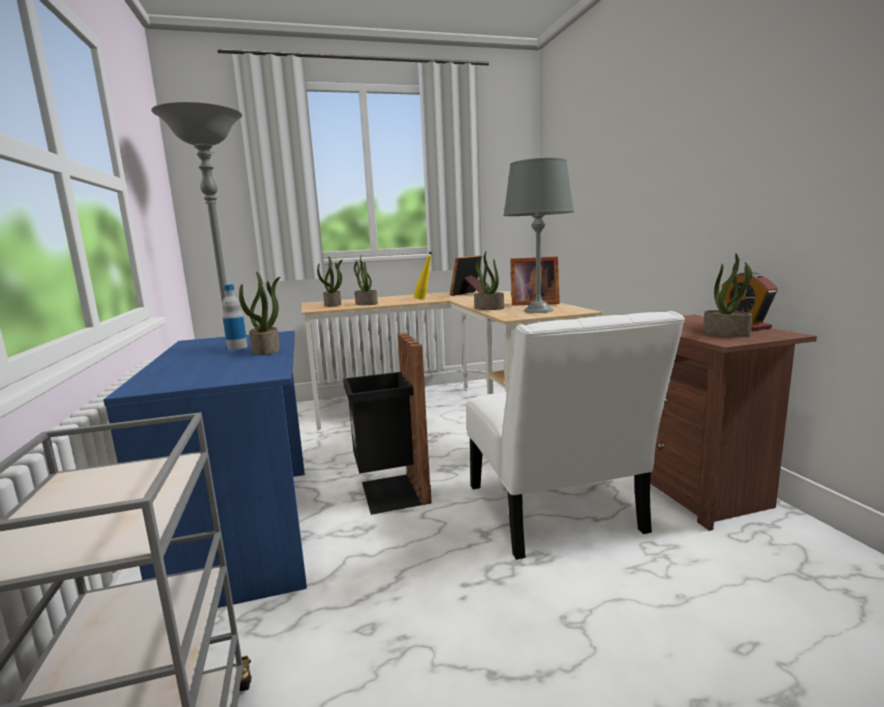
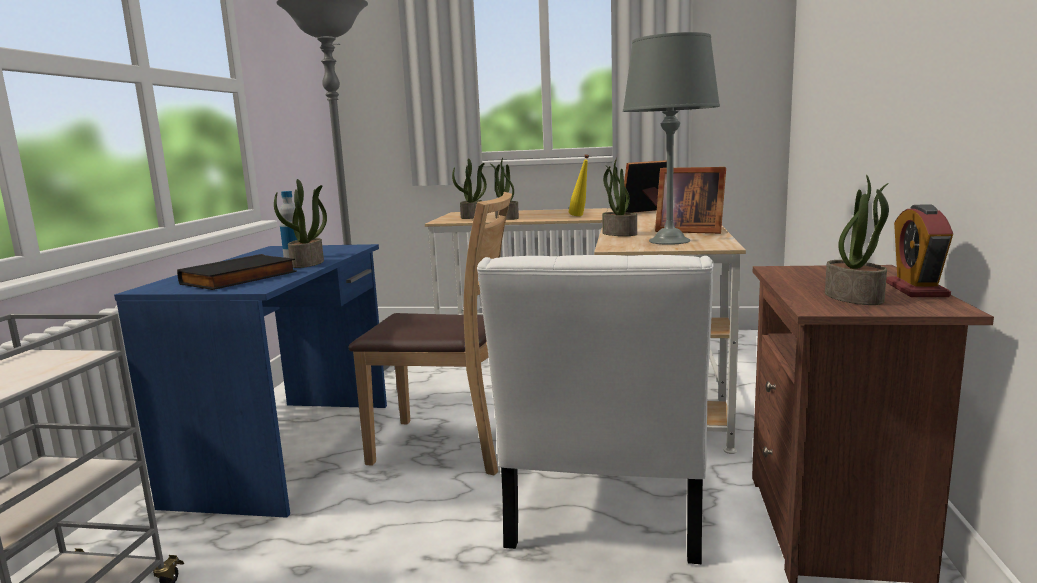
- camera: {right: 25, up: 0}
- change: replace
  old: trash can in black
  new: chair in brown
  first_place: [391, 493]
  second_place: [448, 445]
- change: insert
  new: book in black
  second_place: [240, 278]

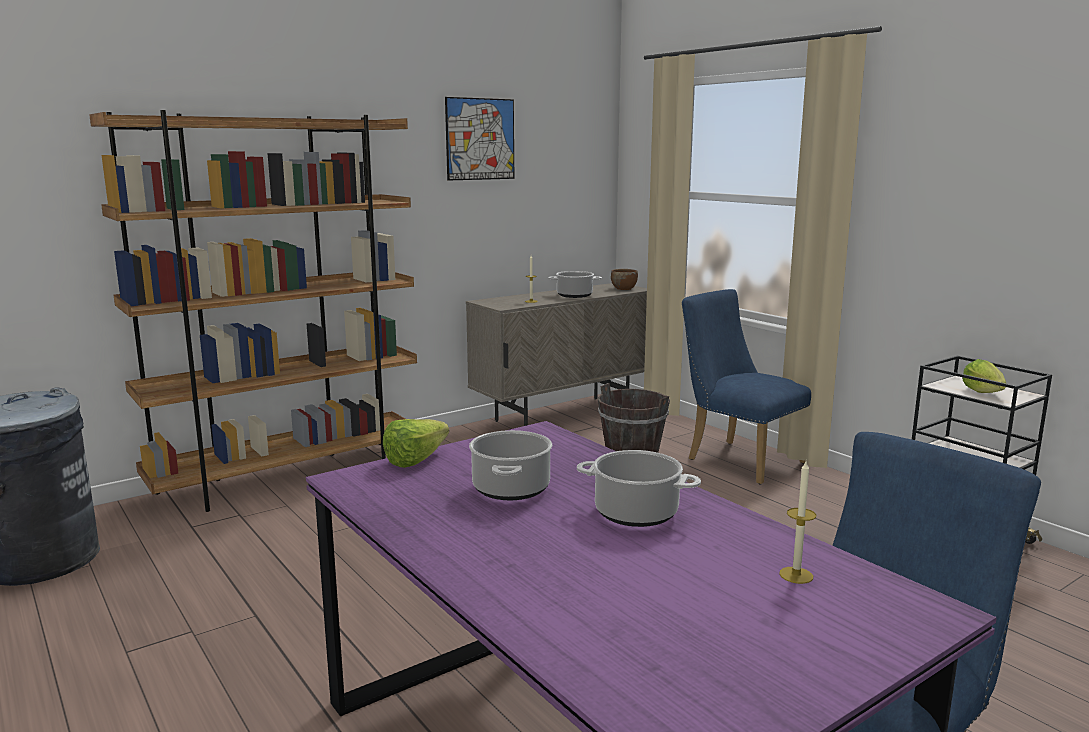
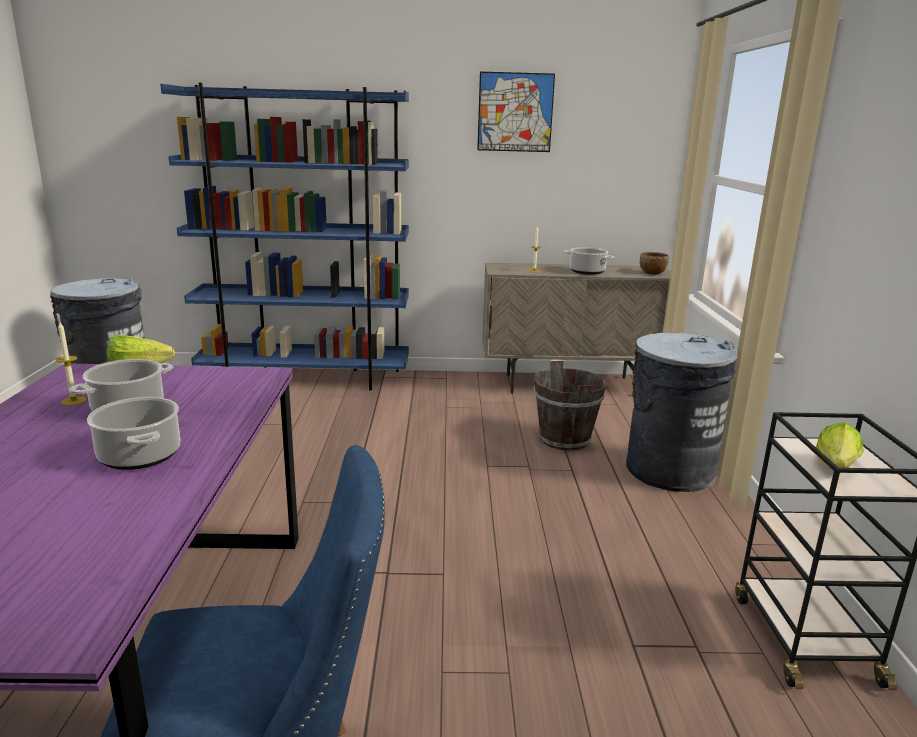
- camera: {right: 35, up: 5}
- change: recolor
  old: bookcase in brown
  new: bookcase in blue
  first_place: [289, 477]
  second_place: [306, 378]
- change: replace
  old: chair in blue
  new: trash can in grey
  first_place: [738, 459]
  second_place: [669, 470]
- change: move
  old: candle
  first_place: [796, 575]
  second_place: [74, 401]

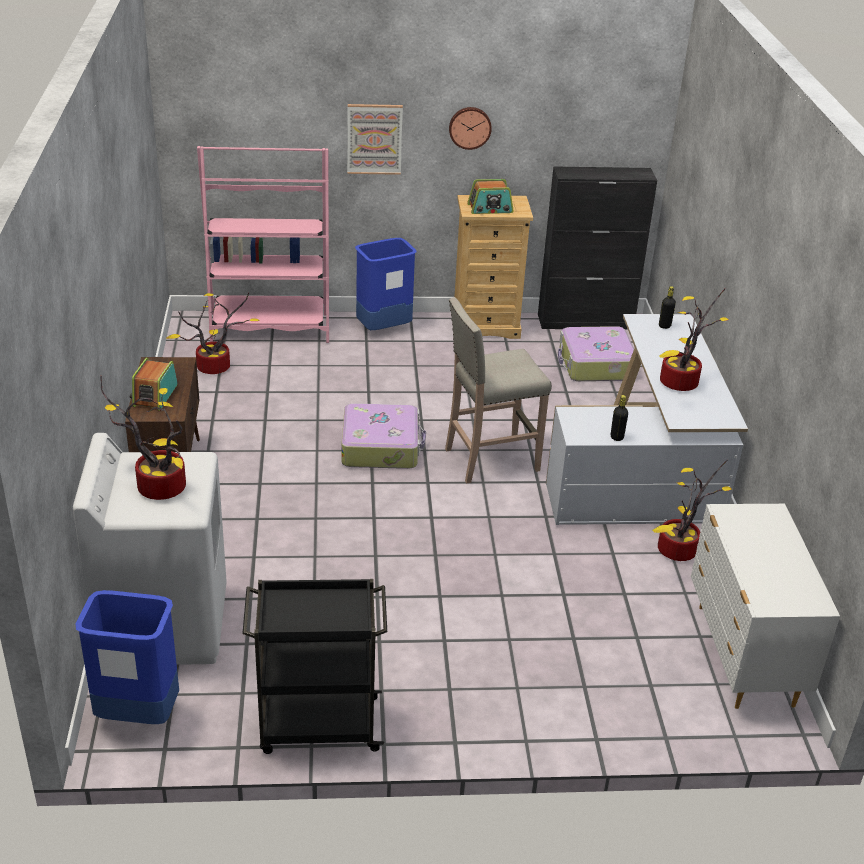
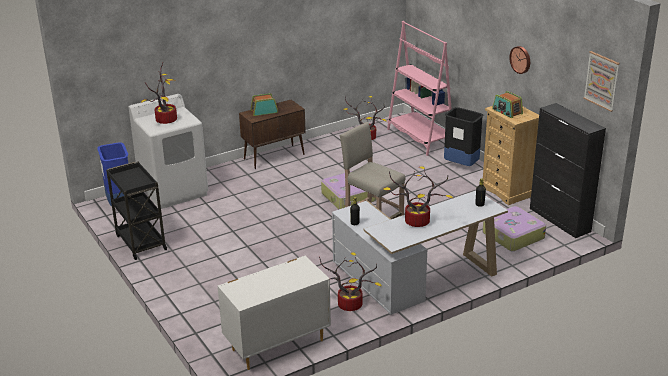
- camera: {right: 65, up: -5}
- change: move
  old: picture
  first_place: [374, 139]
  second_place: [602, 81]
- change: recolor
  old: trash can in blue
  new: trash can in black
  first_place: [383, 329]
  second_place: [461, 165]

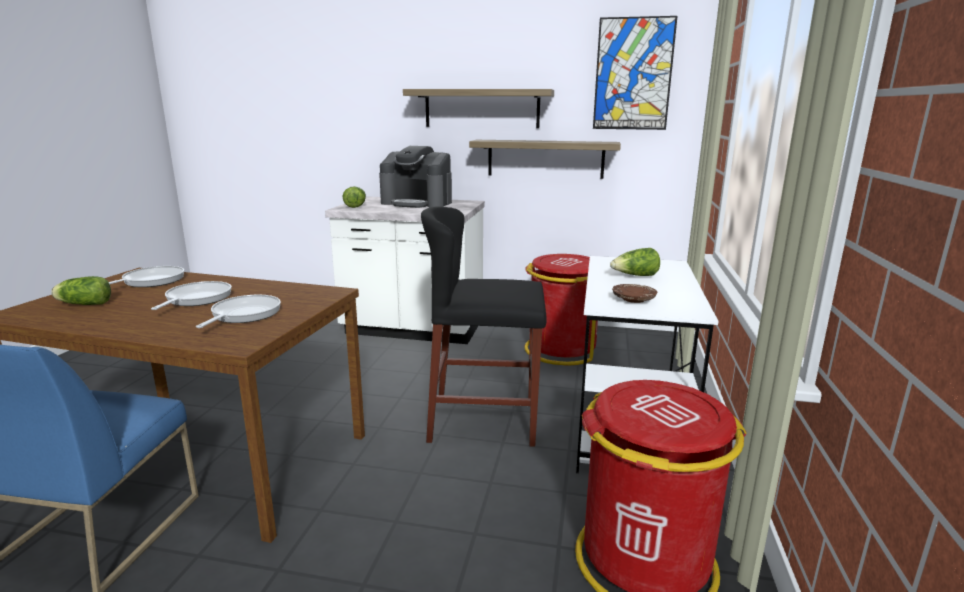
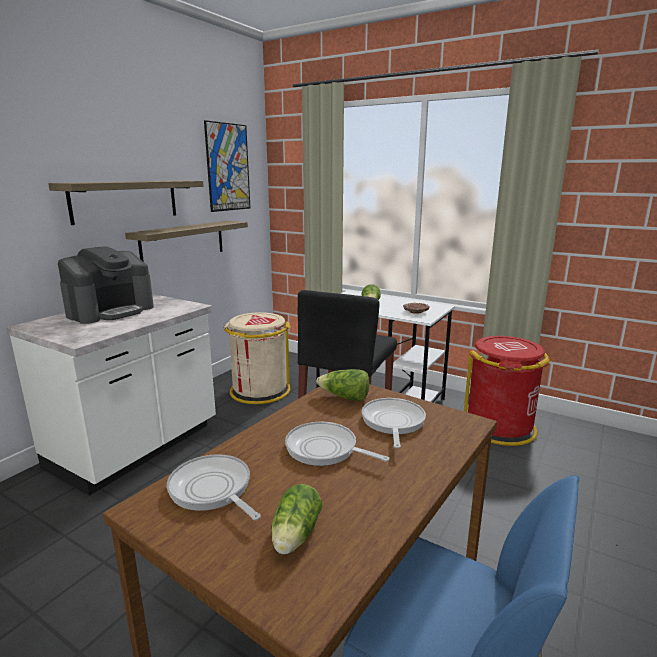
- camera: {right: -70, up: 0}
- change: move
  old: lettuce
  first_place: [355, 206]
  second_place: [345, 397]
- change: recolor
  old: trash can in red
  new: trash can in beige
  first_place: [560, 350]
  second_place: [259, 391]
- change: rotate
  old: frying pan
  first_place: [243, 315]
  second_place: [392, 422]
  degrees: 60

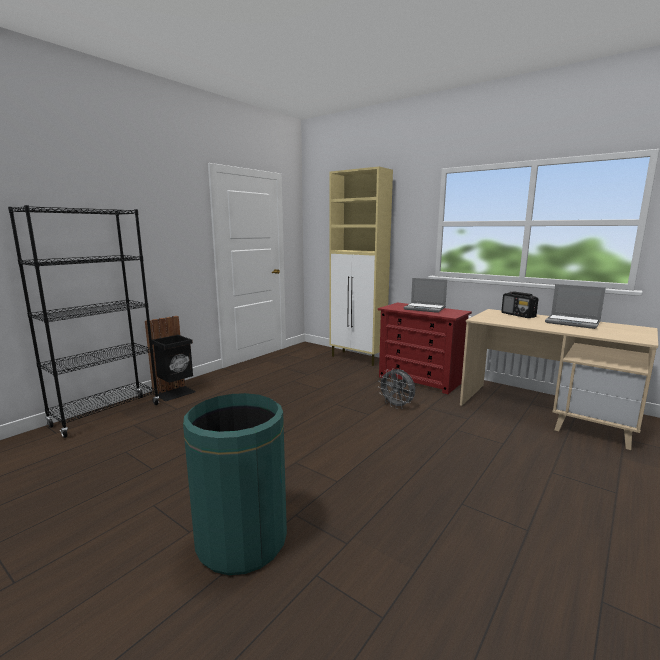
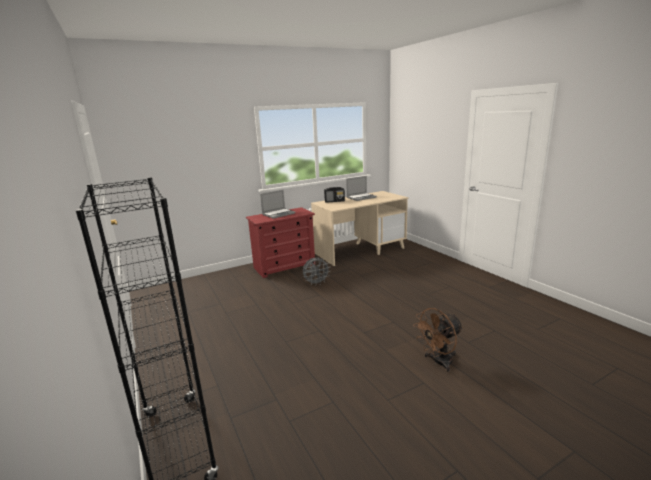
- camera: {right: -65, up: 5}
- change: delete
  old: cabinet in beige
  first_place: [358, 358]
- change: delete
  old: trash can in black
  first_place: [175, 393]
- change: replace
  old: trash can in green
  new: fan in brown
  first_place: [242, 541]
  second_place: [438, 362]

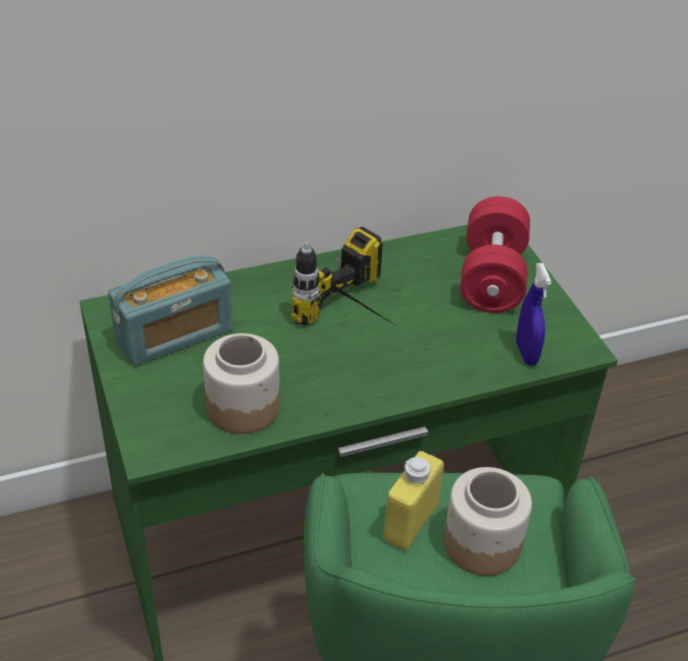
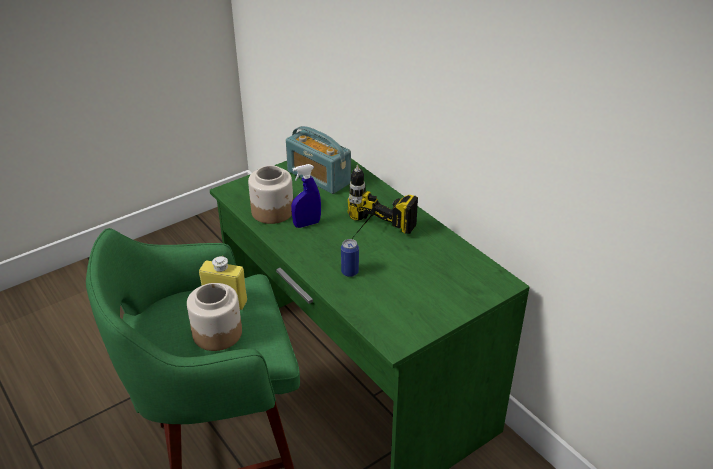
- camera: {right: 75, up: -5}
- change: delete
  old: dumbbell in red
  first_place: [492, 278]
- change: move
  old: spray bottle in blue
  first_place: [526, 353]
  second_place: [307, 224]
- change: insert
  new: can
  second_place: [350, 272]

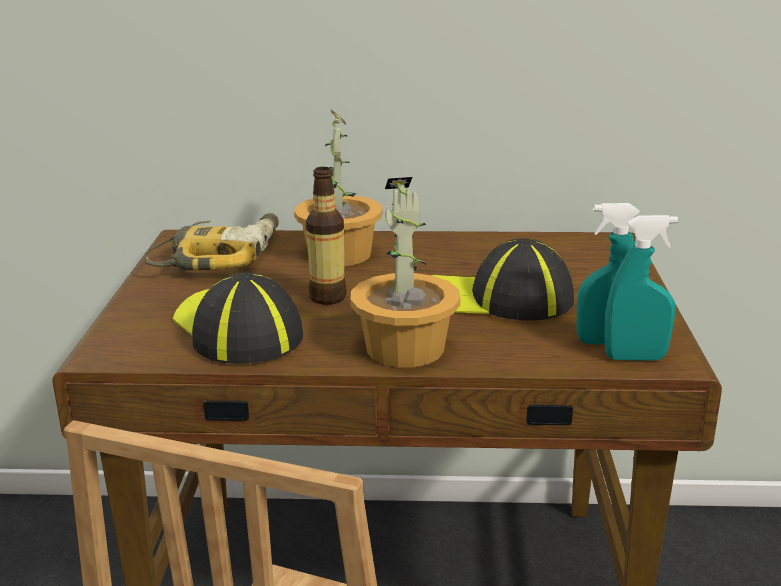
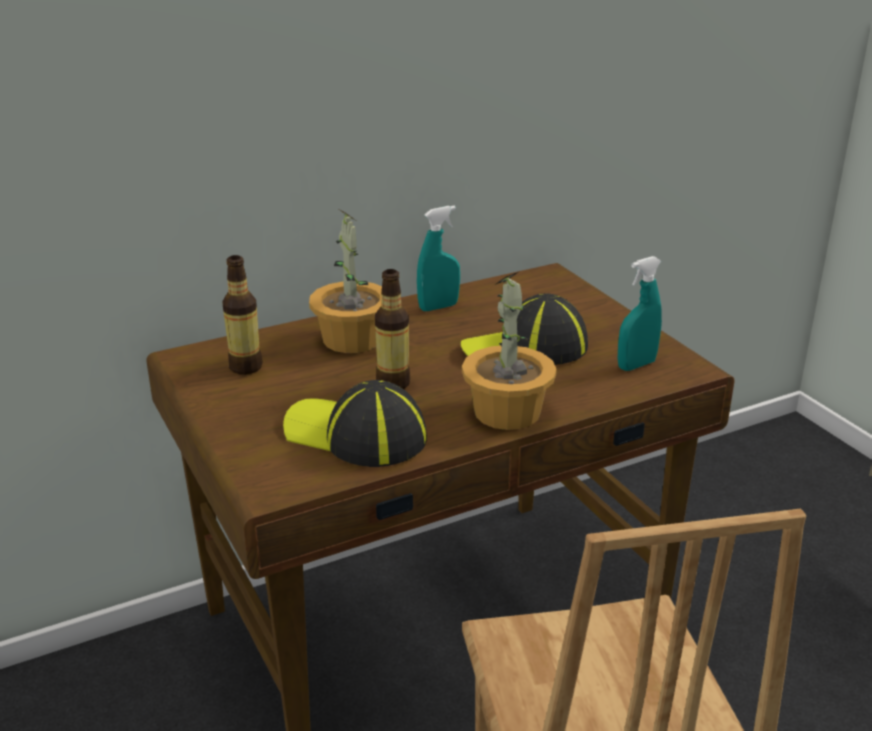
- camera: {right: -30, up: 5}
- change: replace
  old: power drill
  new: bottle
  first_place: [220, 256]
  second_place: [245, 367]
- change: move
  old: spray bottle in turquoise
  first_place: [635, 358]
  second_place: [438, 307]

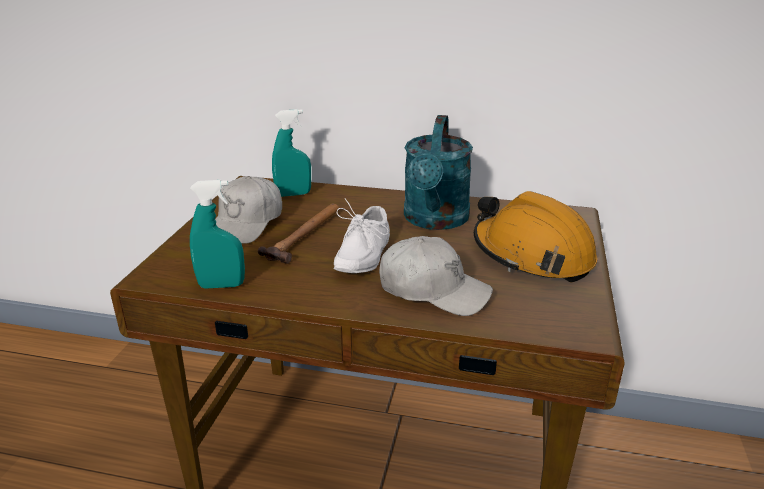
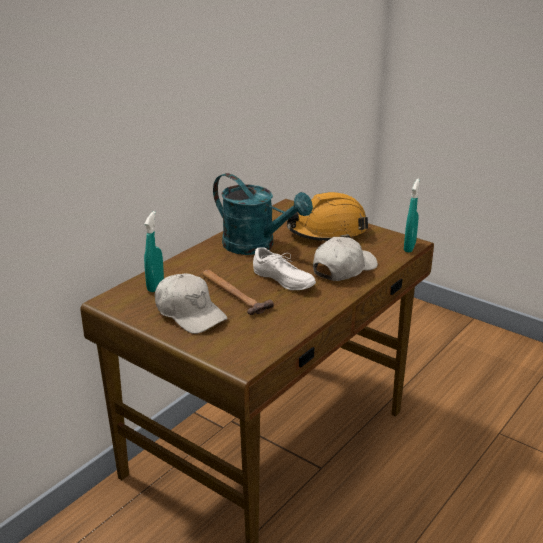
- camera: {right: -65, up: 0}
- change: move
  old: spray bottle in turquoise
  first_place: [221, 285]
  second_place: [409, 247]

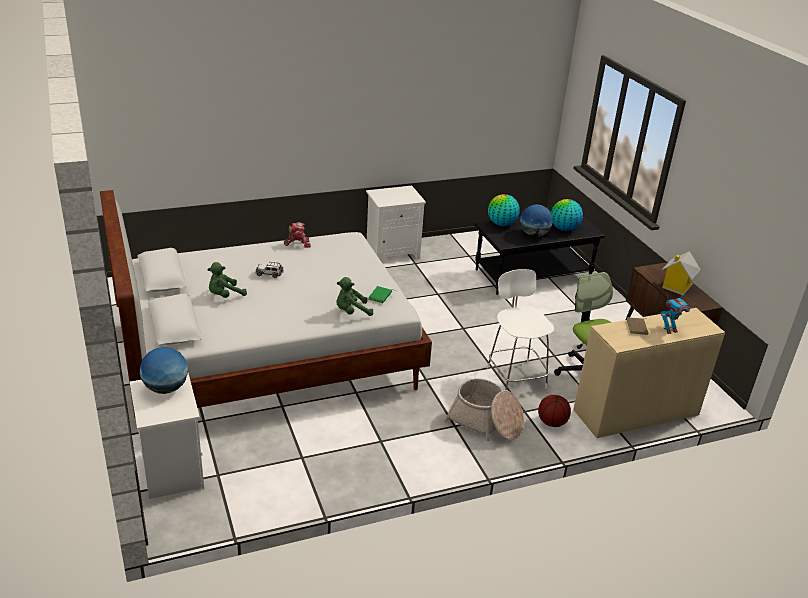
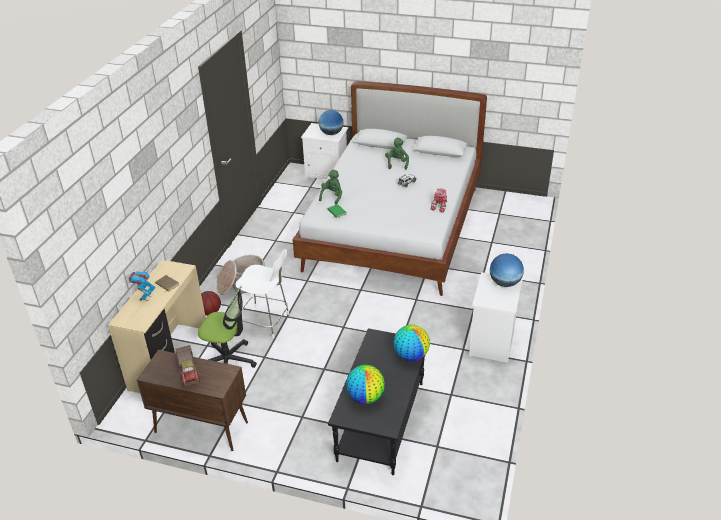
- camera: {right: 130, up: 5}
- change: move
  old: globe
  first_place: [534, 235]
  second_place: [504, 283]
- change: replace
  old: toy house
  new: toy truck
  first_place: [676, 286]
  second_place: [189, 372]

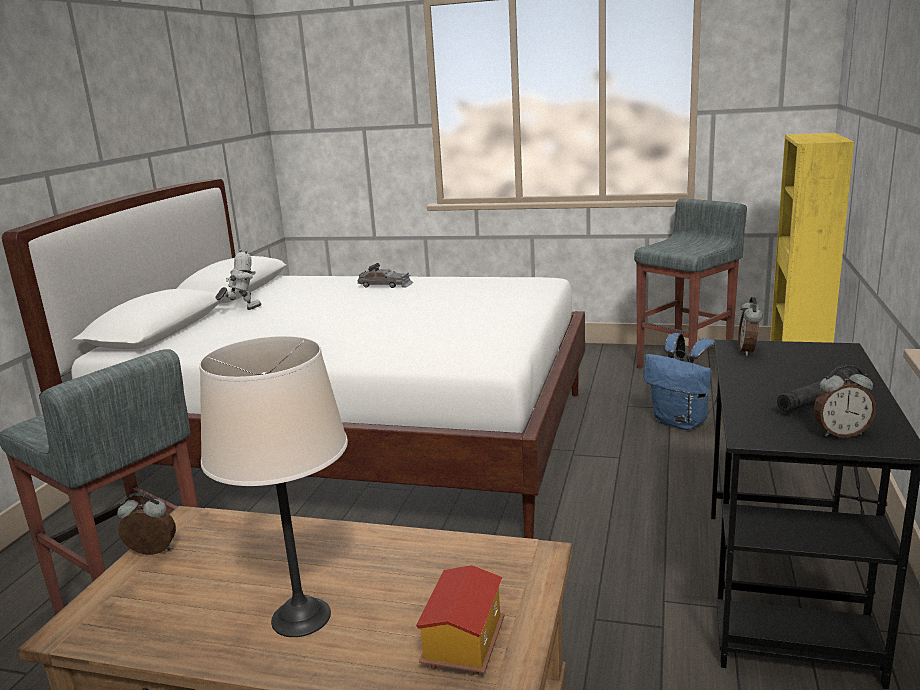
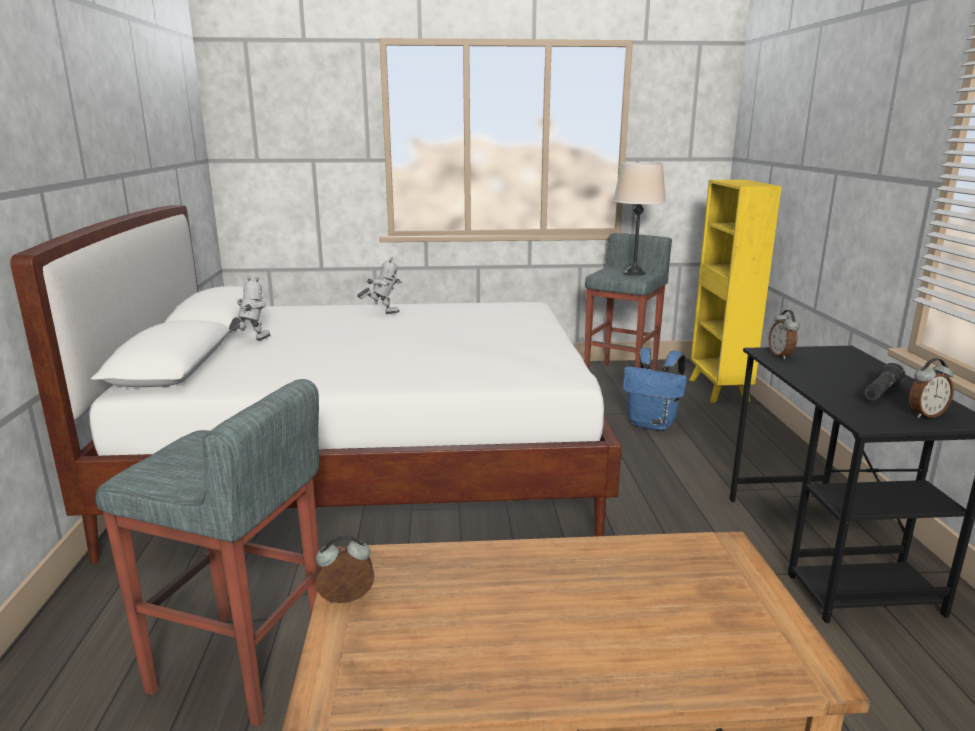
- camera: {right: -20, up: 0}
- change: replace
  old: toy car in grey
  new: toy robot
  first_place: [385, 285]
  second_place: [382, 312]
- change: move
  old: table lamp in beige
  first_place: [301, 617]
  second_place: [634, 273]
- change: delete
  old: toy house
  first_place: [462, 645]

